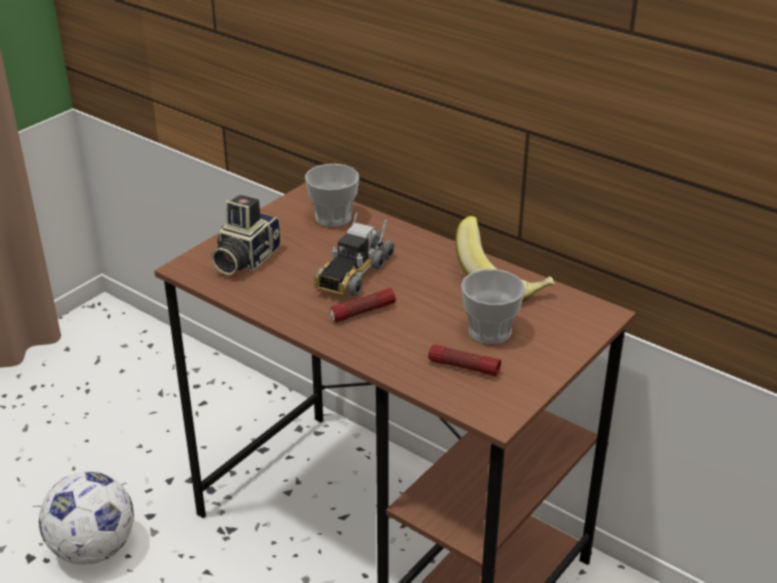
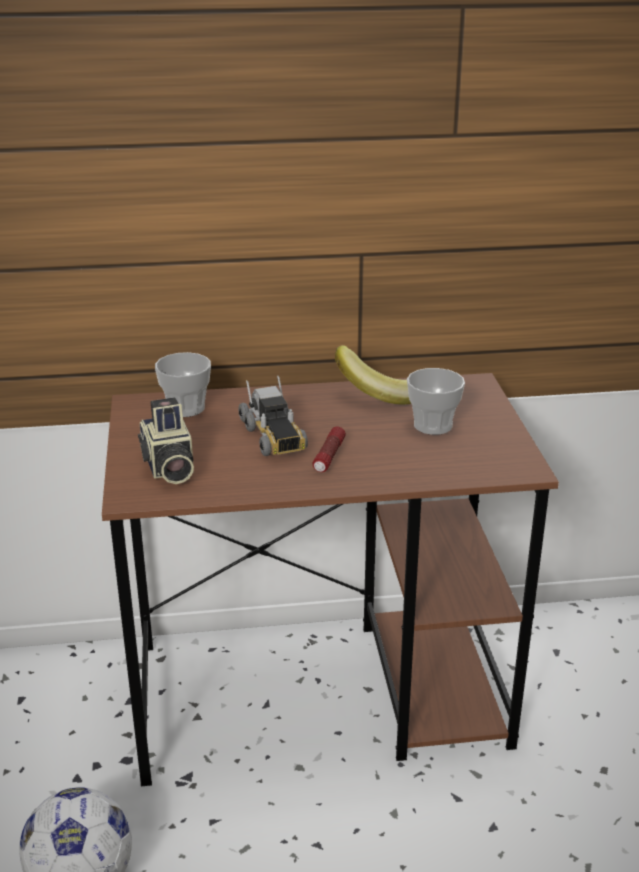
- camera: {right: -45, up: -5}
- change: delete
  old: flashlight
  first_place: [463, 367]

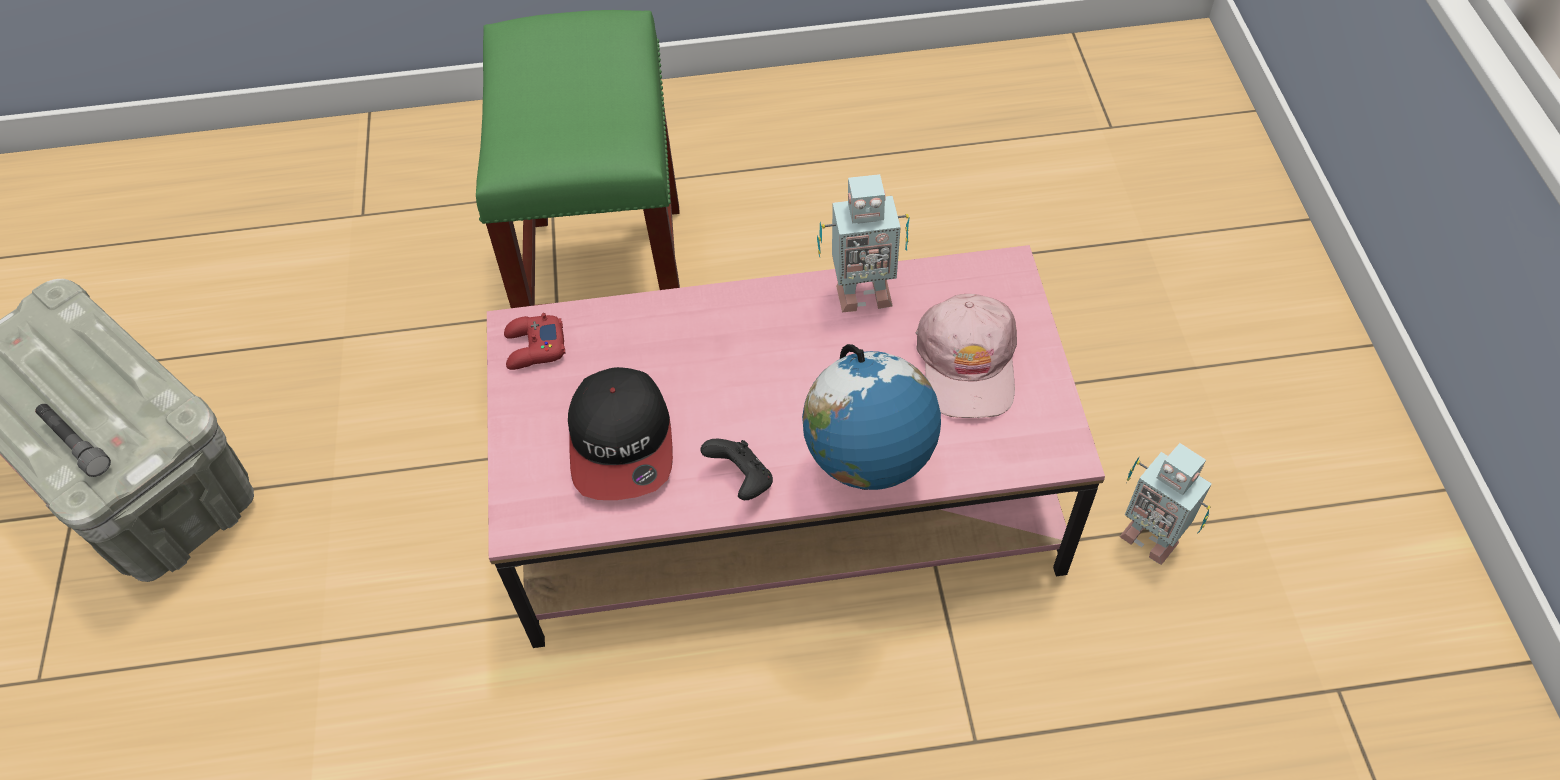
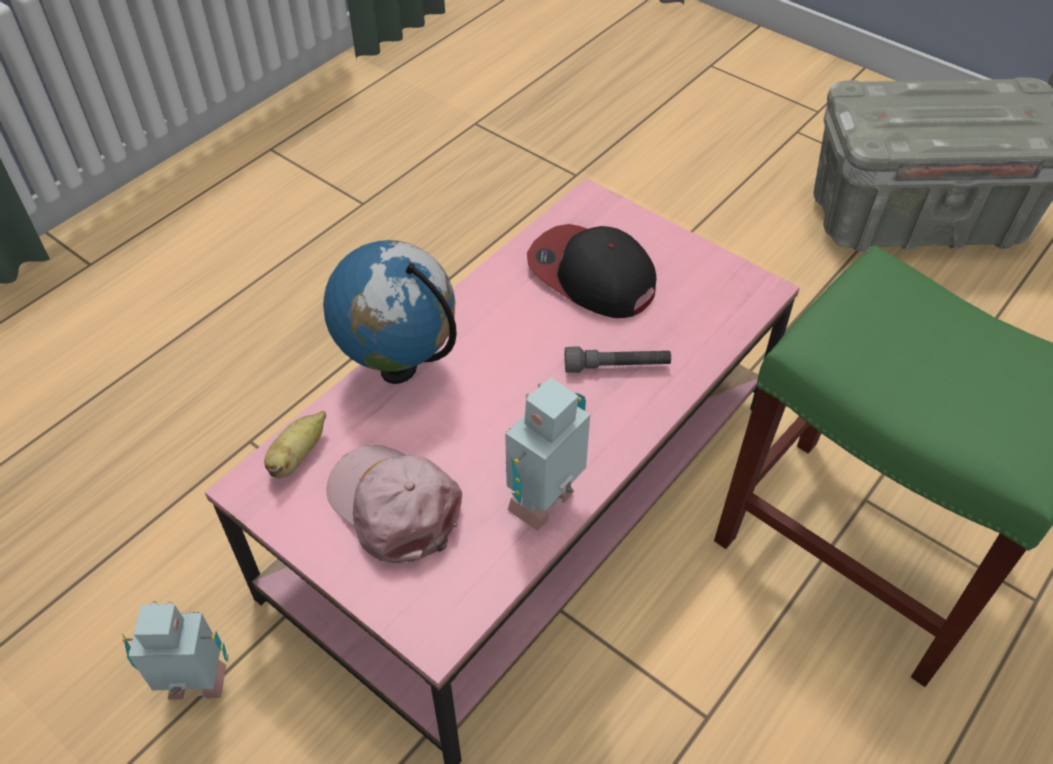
- camera: {right: 135, up: -5}
- change: delete
  old: game controller in red
  first_place: [534, 348]
- change: move
  old: flashlight in grey
  first_place: [76, 444]
  second_place: [617, 367]
- change: delete
  old: game controller in black
  first_place: [741, 480]
- change: insert
  new: banana
  second_place: [298, 456]

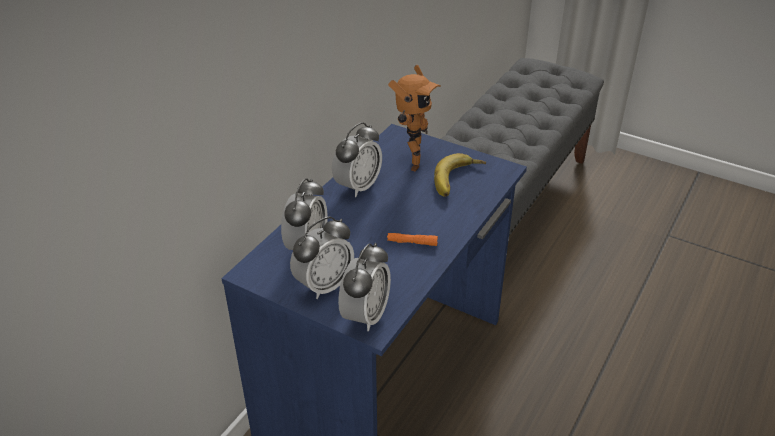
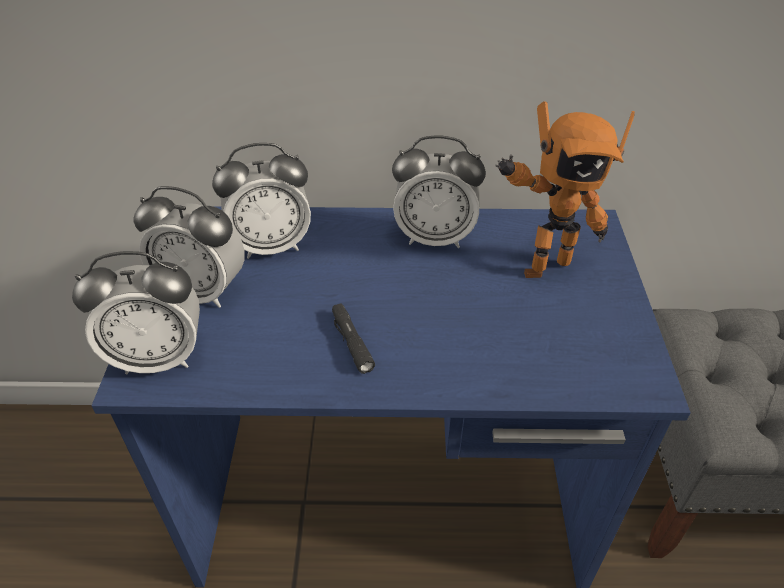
- camera: {right: 60, up: 5}
- change: delete
  old: banana
  first_place: [459, 180]
- change: recolor
  old: flashlight in orange
  new: flashlight in black
  first_place: [412, 242]
  second_place: [351, 342]

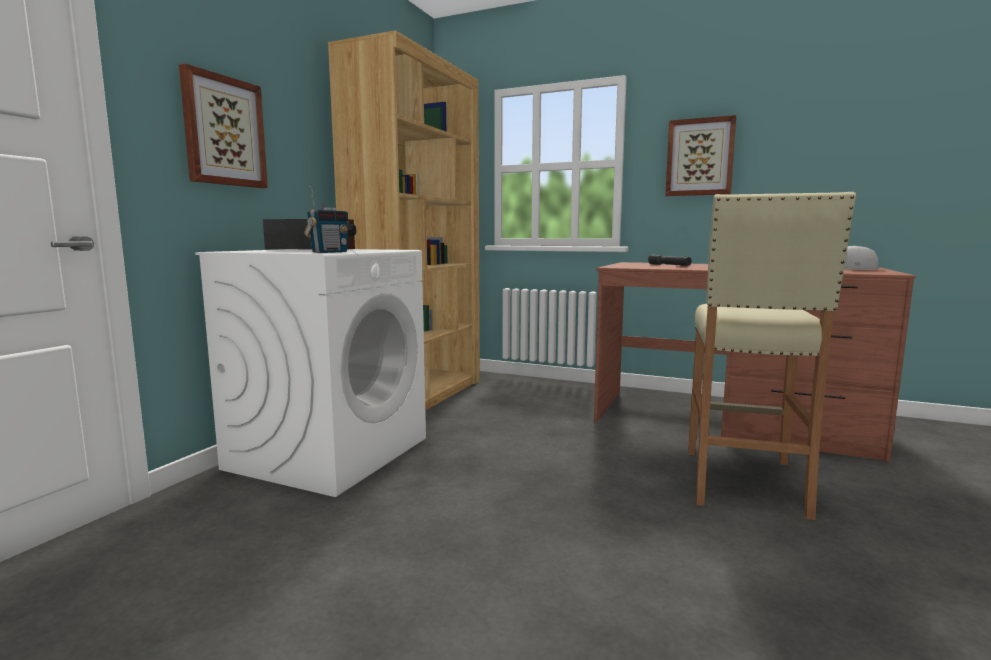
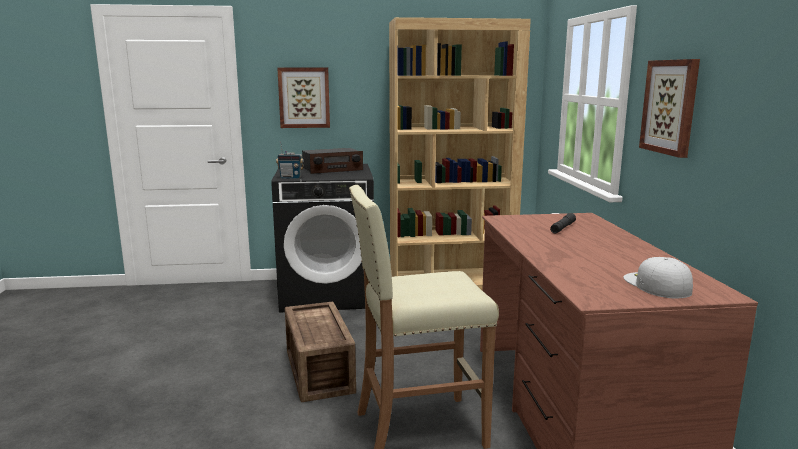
- camera: {right: 60, up: 5}
- change: recolor
  old: washing machine in white
  new: washing machine in black
  first_place: [329, 452]
  second_place: [328, 293]
- change: insert
  new: crate
  second_place: [318, 372]

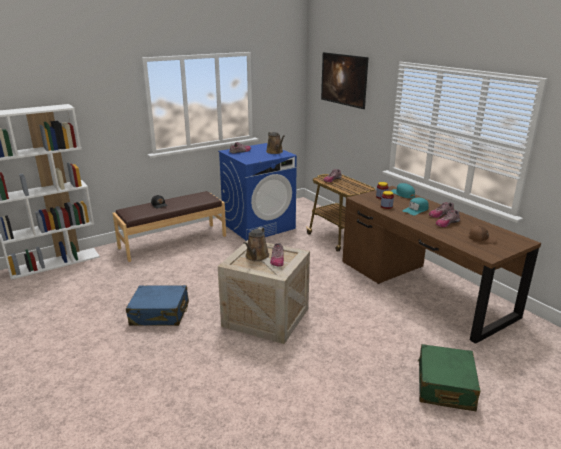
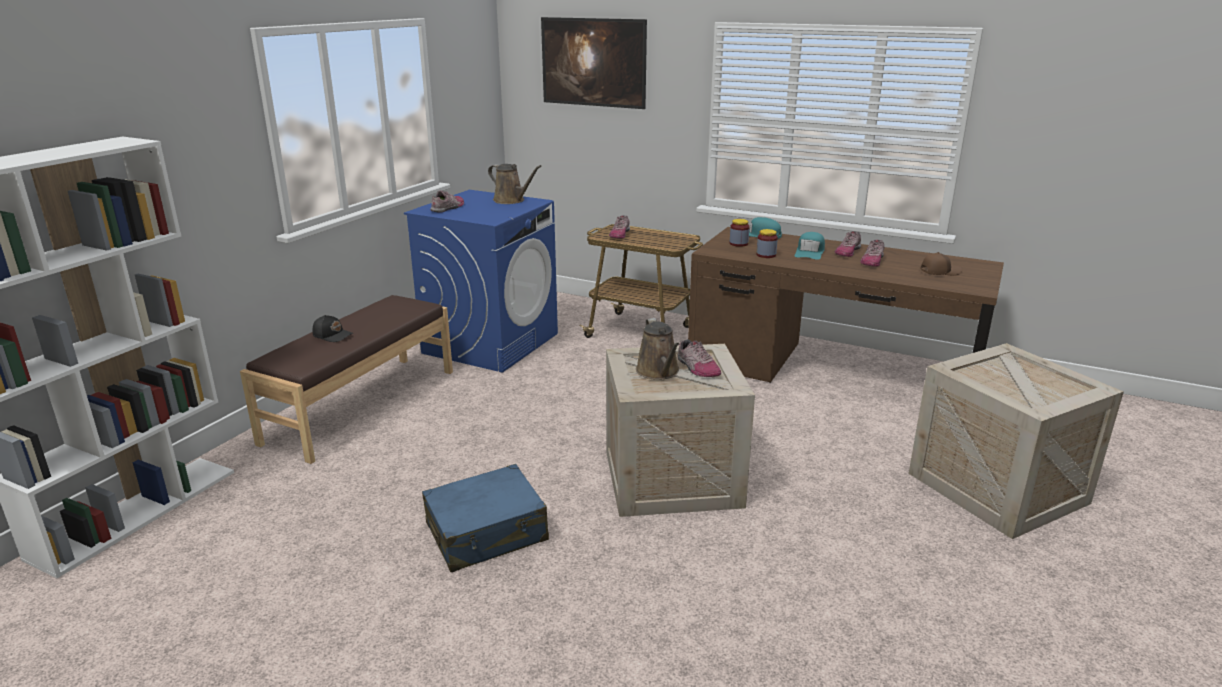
- camera: {right: -30, up: 0}
- change: replace
  old: suitcase in green
  new: crate
  first_place: [445, 386]
  second_place: [1000, 488]

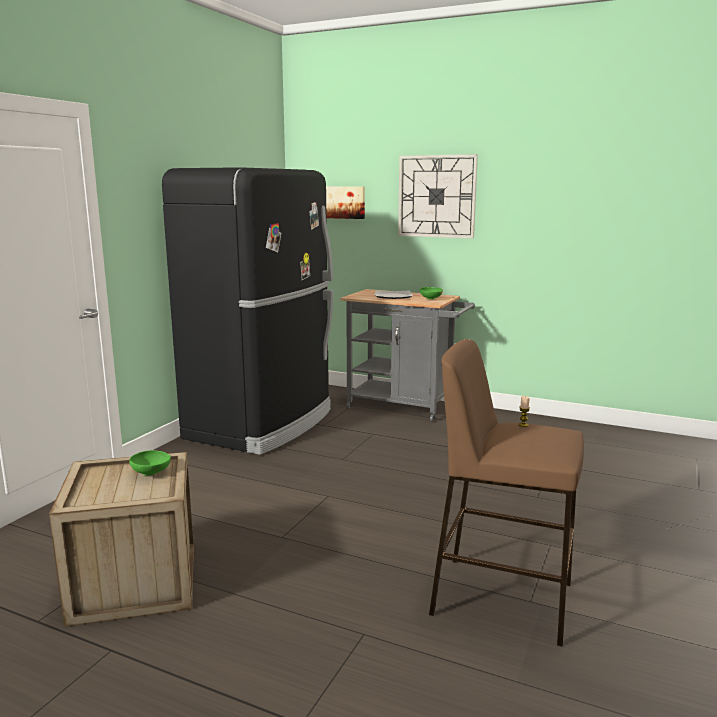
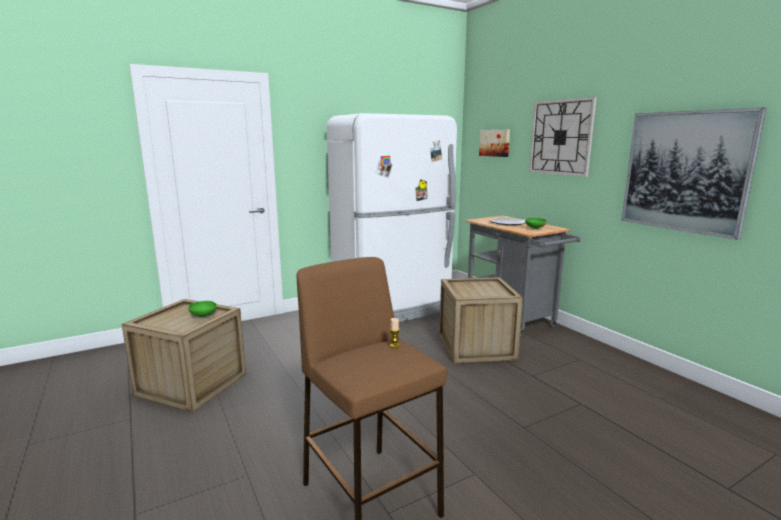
- camera: {right: 35, up: 0}
- change: recolor
  old: fridge in black
  new: fridge in white
  first_place: [263, 424]
  second_place: [393, 307]
- change: insert
  new: picture
  second_place: [685, 171]
- change: insert
  new: crate
  second_place: [476, 347]

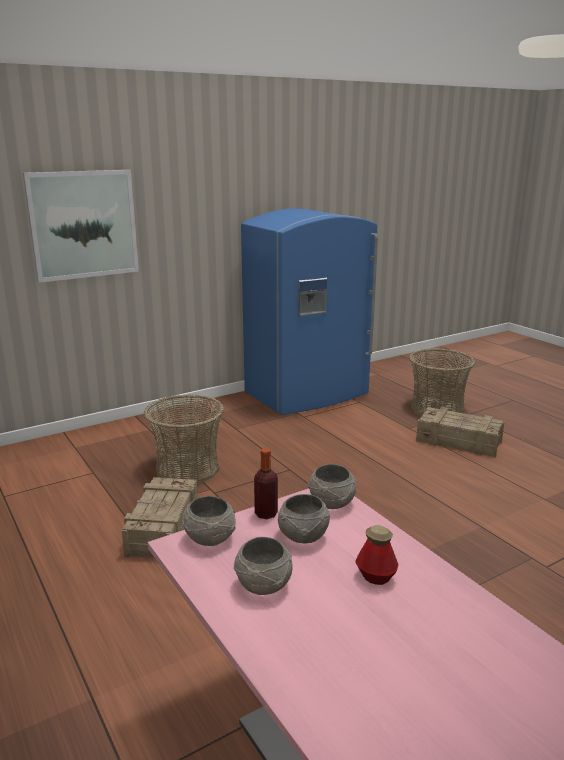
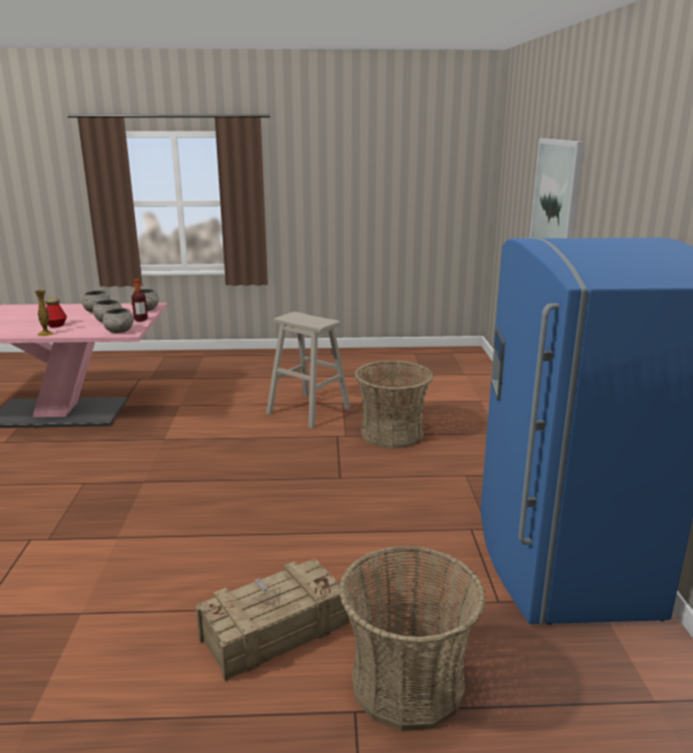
- camera: {right: 120, up: 0}
- change: replace
  old: crate
  new: stool in beige
  first_place: [162, 529]
  second_place: [308, 410]
- change: insert
  new: vase
  second_place: [45, 334]

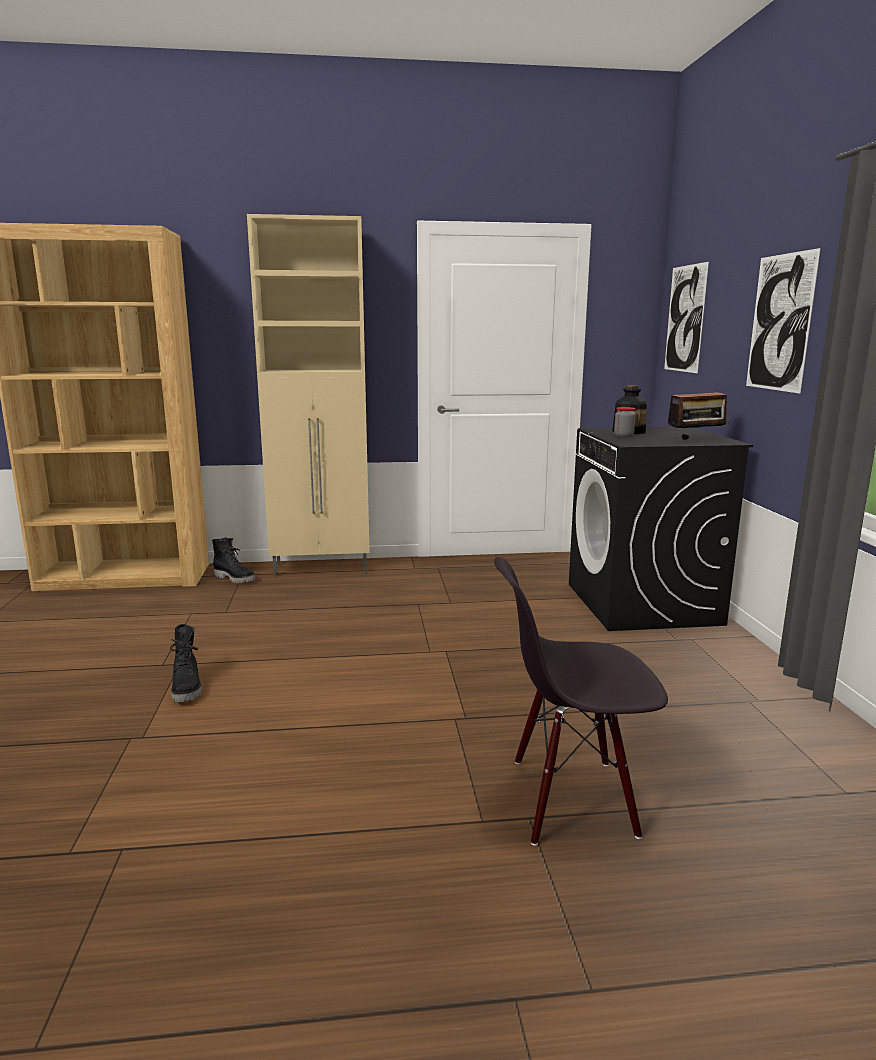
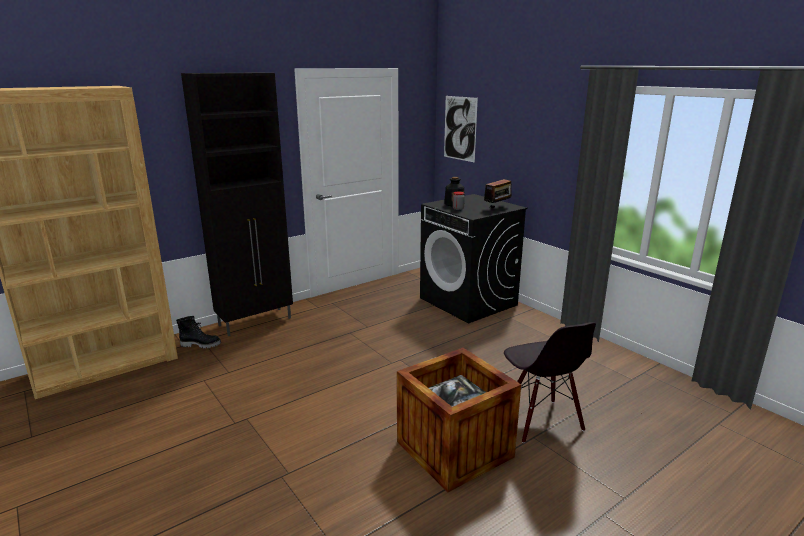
- camera: {right: -30, up: 5}
- change: recolor
  old: cabinet in beige
  new: cabinet in black
  first_place: [322, 569]
  second_place: [256, 321]
- change: delete
  old: picture
  first_place: [780, 323]
- change: rotate
  old: chair in black
  first_place: [571, 799]
  second_place: [541, 421]
  degrees: -75
- change: delete
  old: boot in black
  first_place: [188, 688]
- change: insert
  new: crate
  second_place: [454, 449]

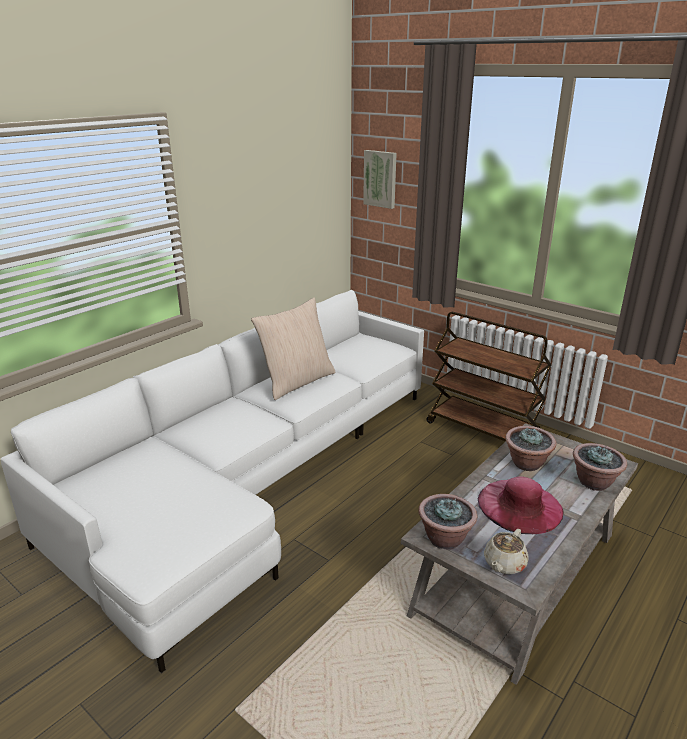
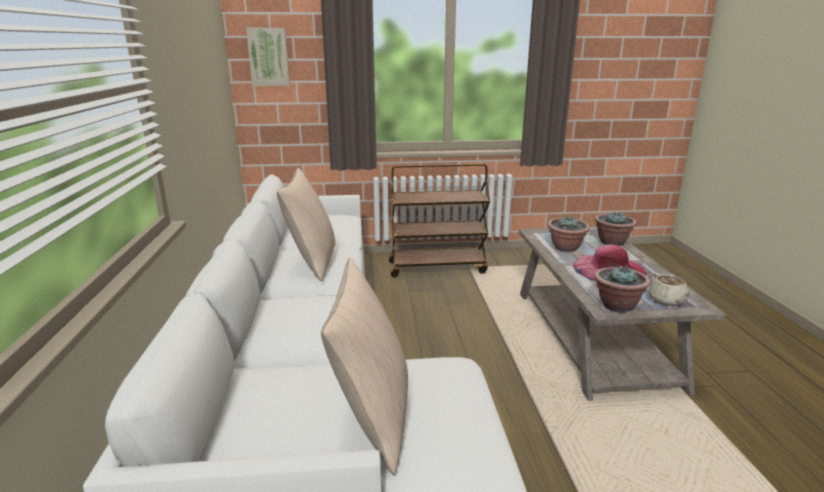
- camera: {right: -45, up: -5}
- change: insert
  new: pillow in beige
  second_place: [373, 417]

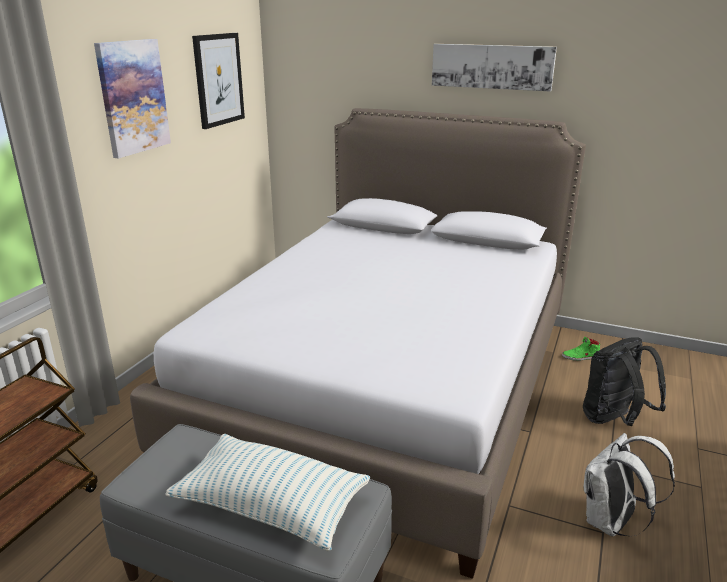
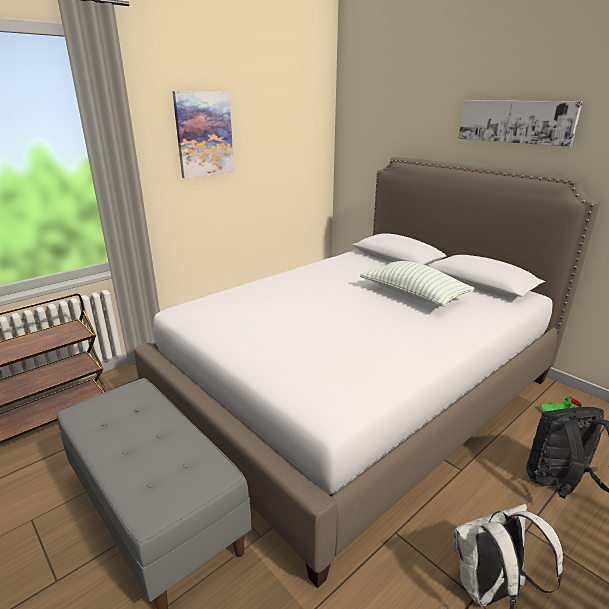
- camera: {right: 25, up: 0}
- change: delete
  old: picture
  first_place: [218, 80]
- change: move
  old: pillow
  first_place: [271, 506]
  second_place: [413, 295]

